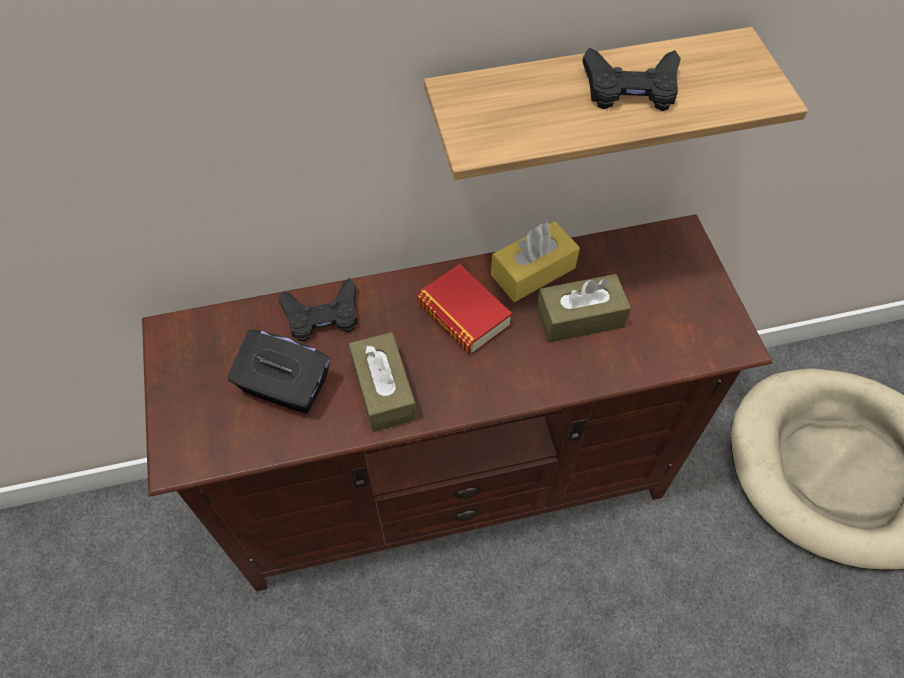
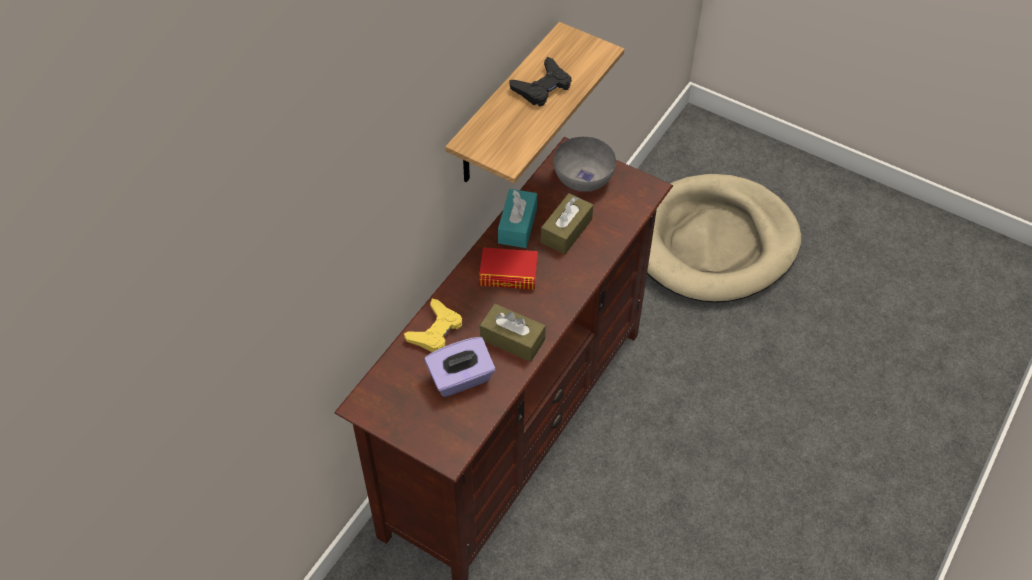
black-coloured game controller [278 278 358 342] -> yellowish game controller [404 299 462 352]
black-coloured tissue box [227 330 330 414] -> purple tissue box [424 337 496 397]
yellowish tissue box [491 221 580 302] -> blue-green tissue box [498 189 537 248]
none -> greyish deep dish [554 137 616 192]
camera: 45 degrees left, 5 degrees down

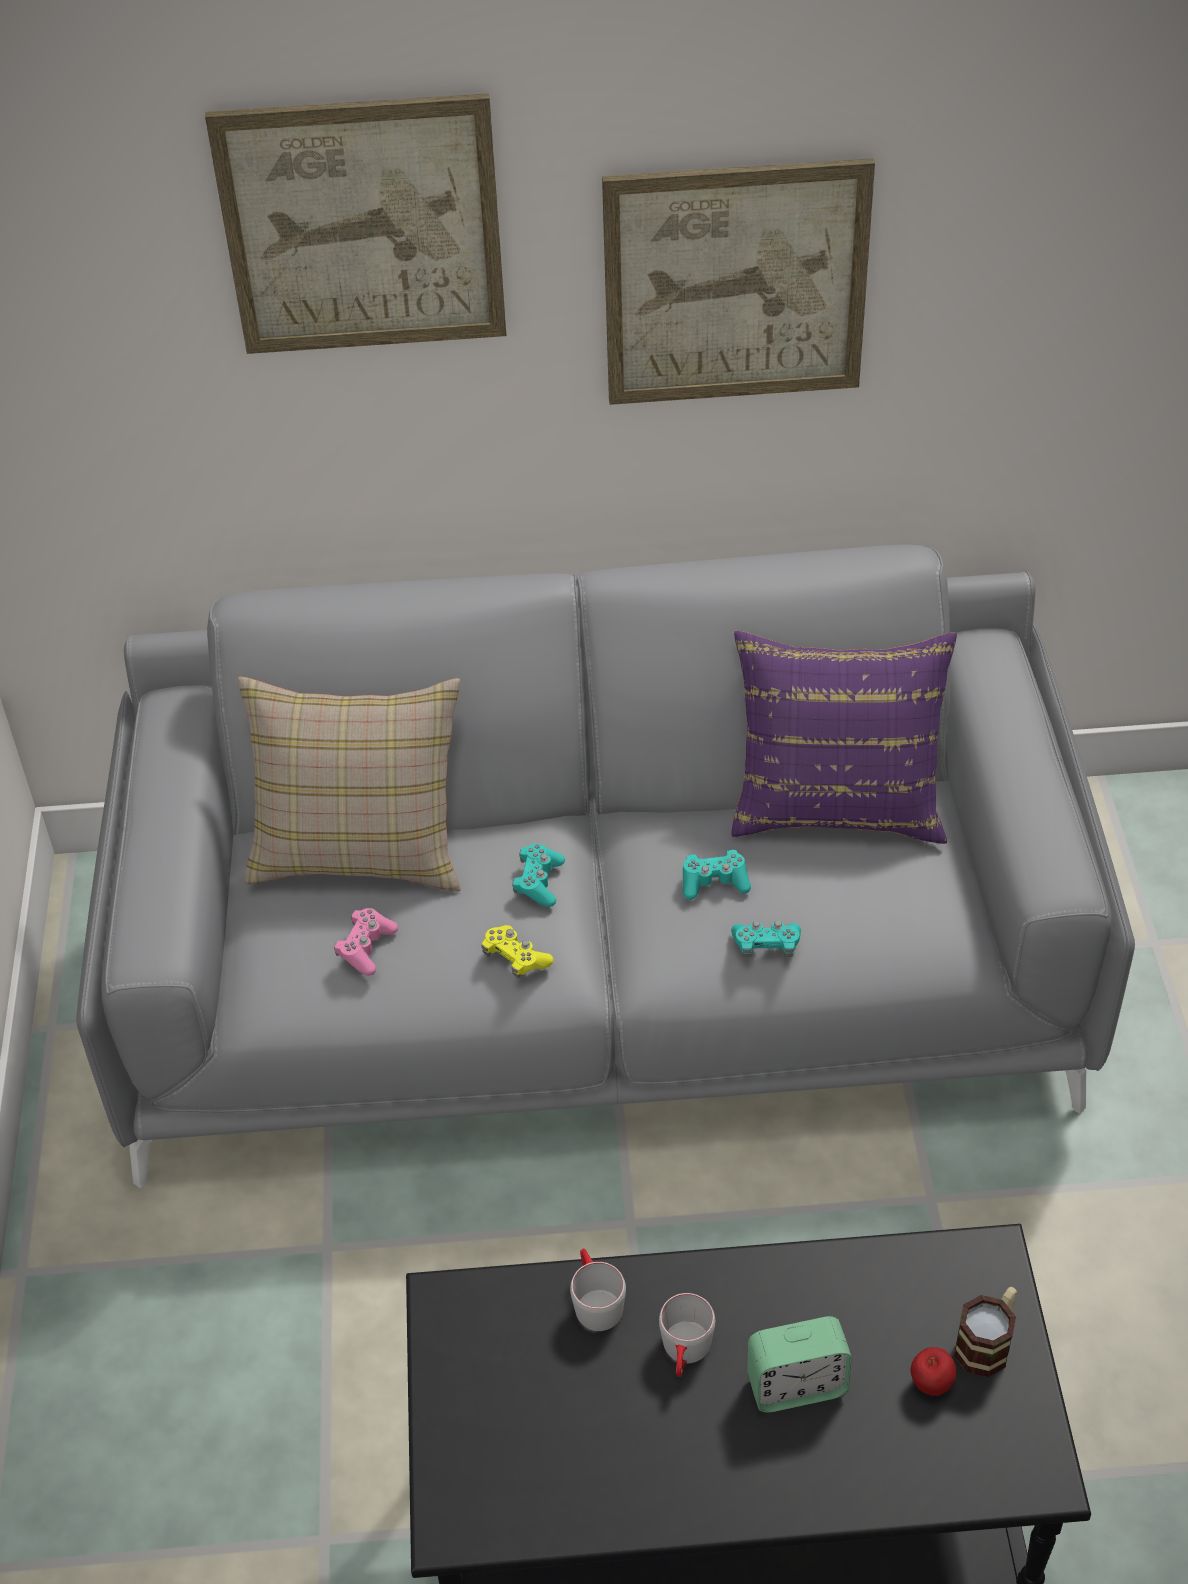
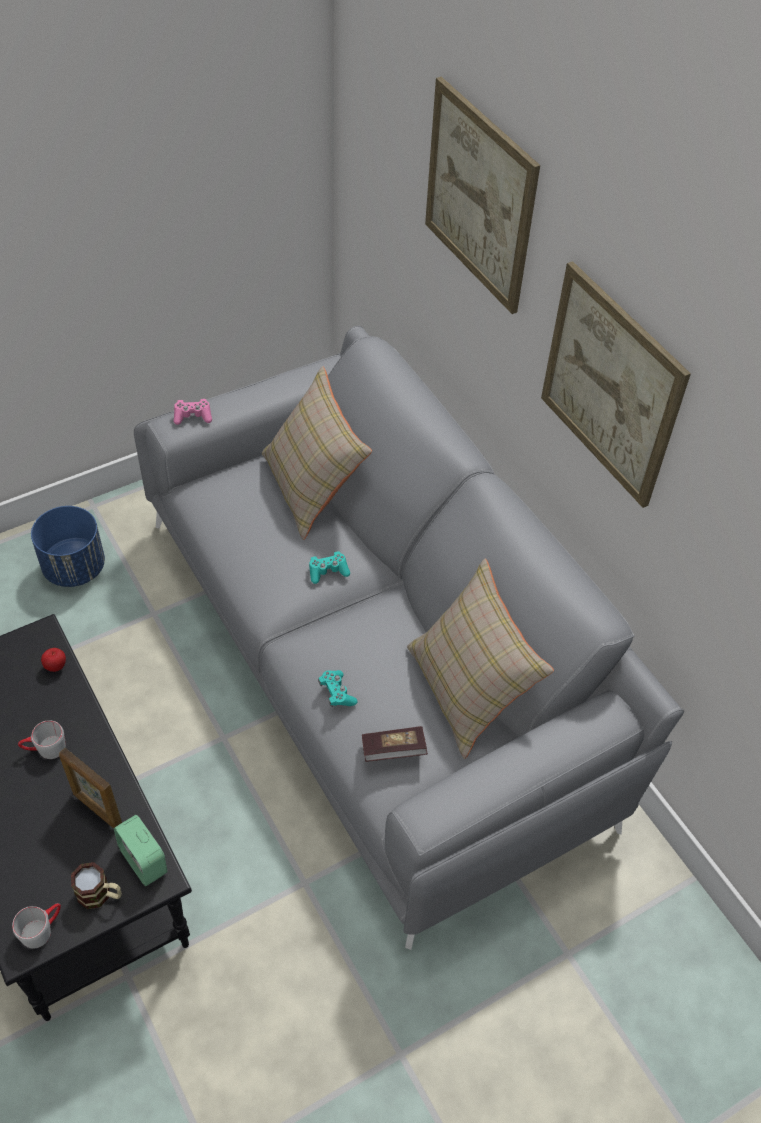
greyish mug [570 1248 626 1331] -> greyish mug [12 903 61 948], moved
none -> blue planter [31 506 105 587]
apple [911 1347 956 1396] -> apple [41 648 66 672], moved
none -> standing frame [59 748 122 828]
table clock [747 1316 852 1413] -> table clock [114 815 167 886], moved
pinkish game controller [334 908 398 975] -> pinkish game controller [174 399 212 425], moved
none -> bound book [362 726 428 762]
purple pillow [732 631 957 844] -> beige-coloured pillow [407 559 554 759]
yellowish game controller [482 925 554 978] -> none
blue-green game controller [683 850 751 900] -> none
camera: 60 degrees right, 5 degrees up

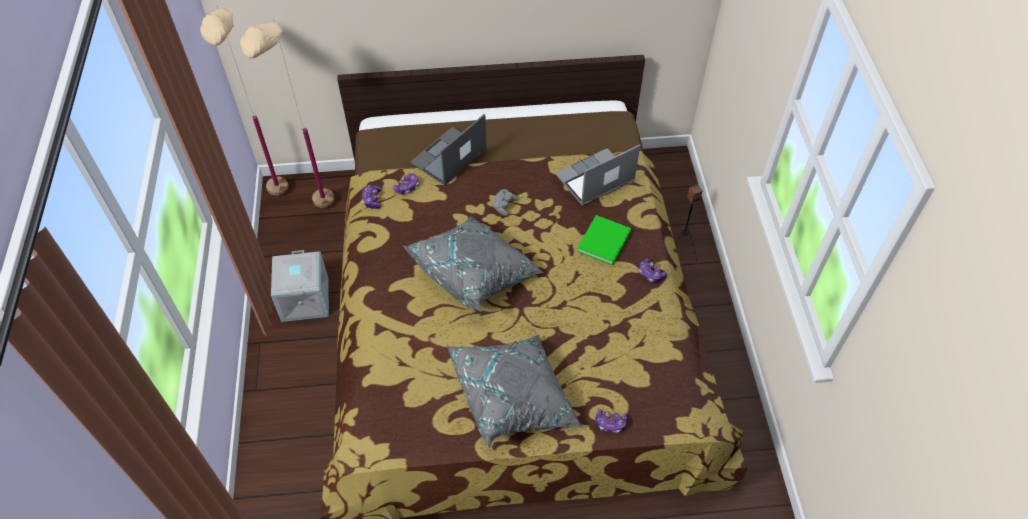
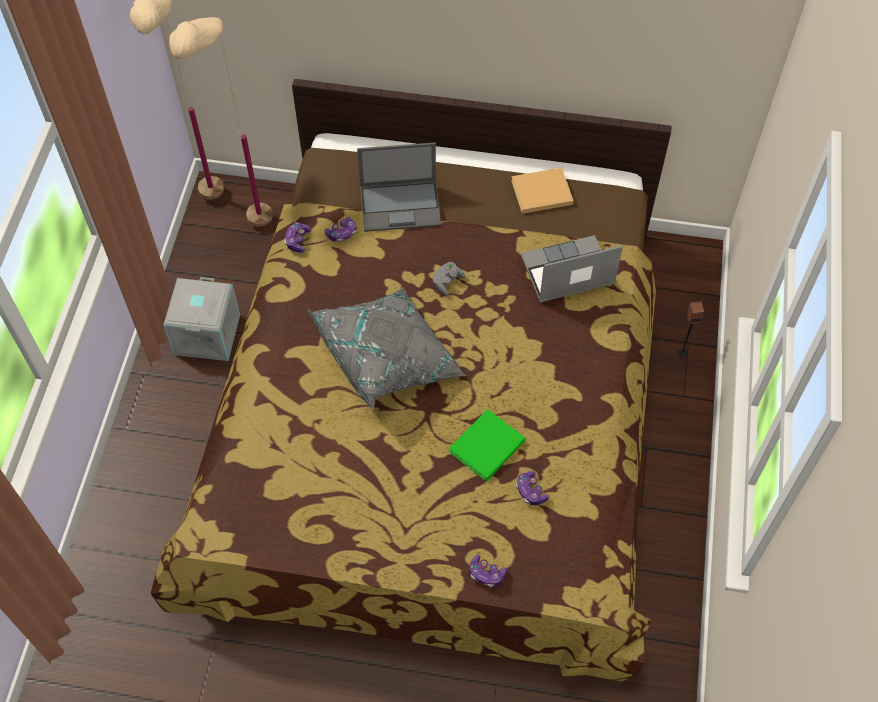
portable computer [410 114 487 185] -> portable computer [357 142 441 232], 150 degrees counterclockwise
greenish bound book [577 215 631 265] -> greenish bound book [449 409 525 482], moved
none -> beige-coloured bound book [511 168 574 214]
game controller [639 259 667 282] -> game controller [516 471 549 505], moved
greyish pillow [447 334 583 450] -> none
camera: 15 degrees right, 5 degrees up

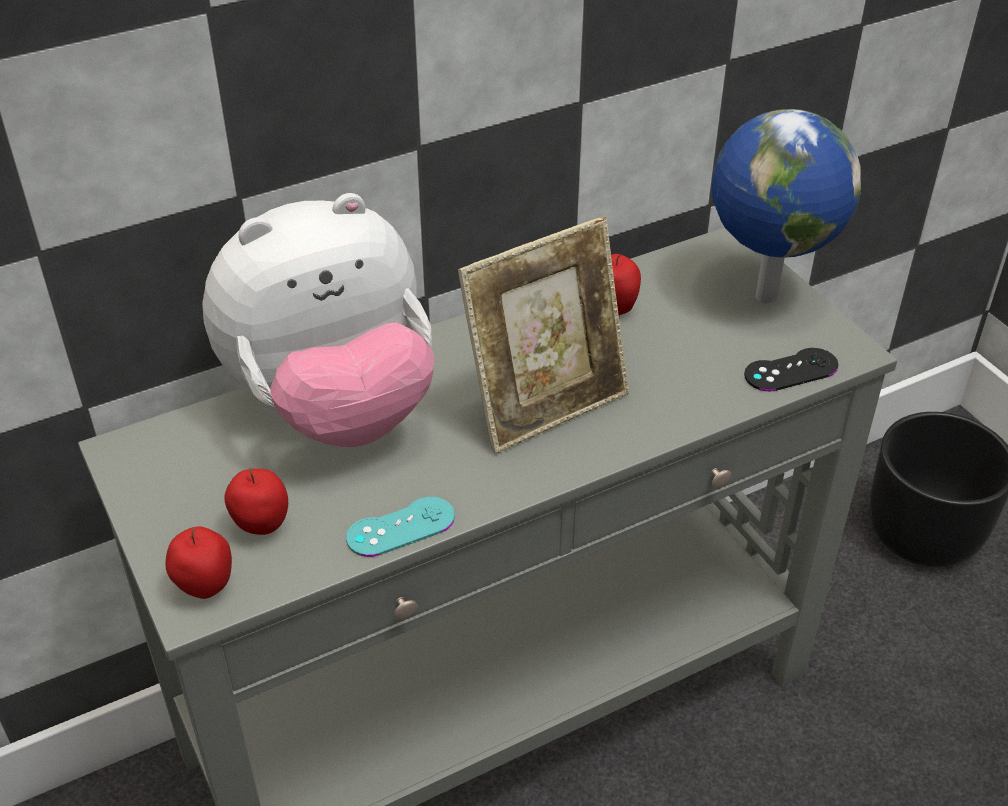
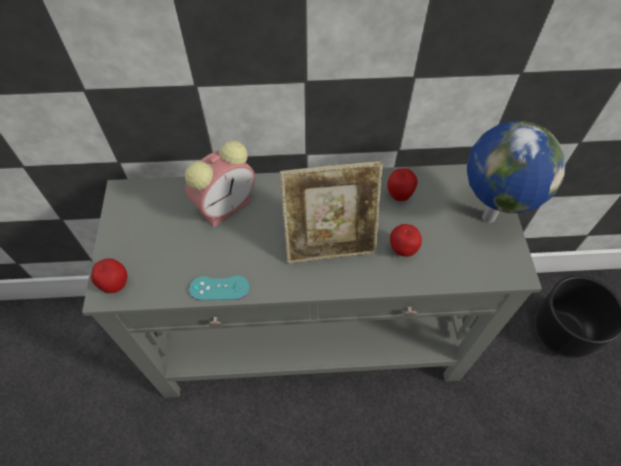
cuddly toy [202 193 435 447] -> table clock [185 141 255 228]
apple [224 468 288 535] -> apple [390 224 422 257], moved
black-coloured game controller [744 348 838 392] -> none
camera: 25 degrees right, 15 degrees up

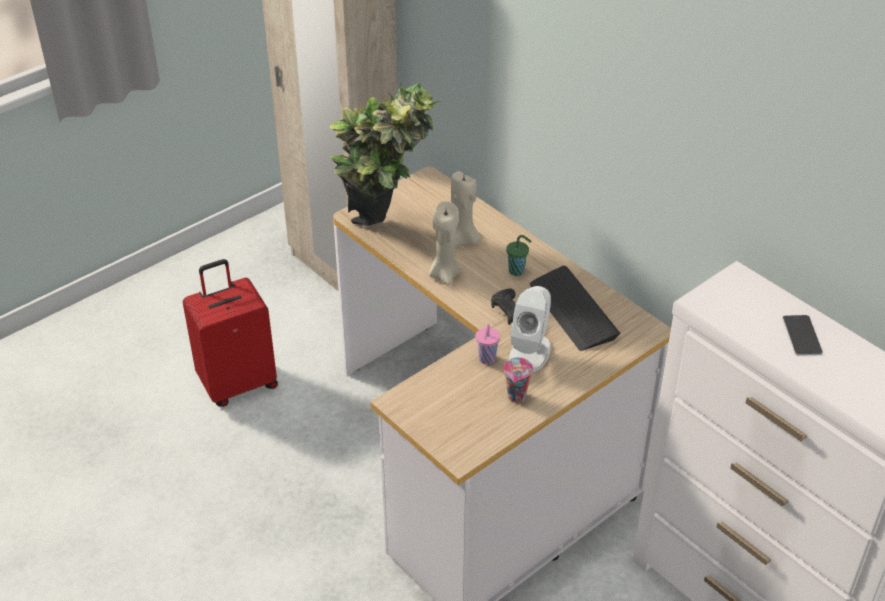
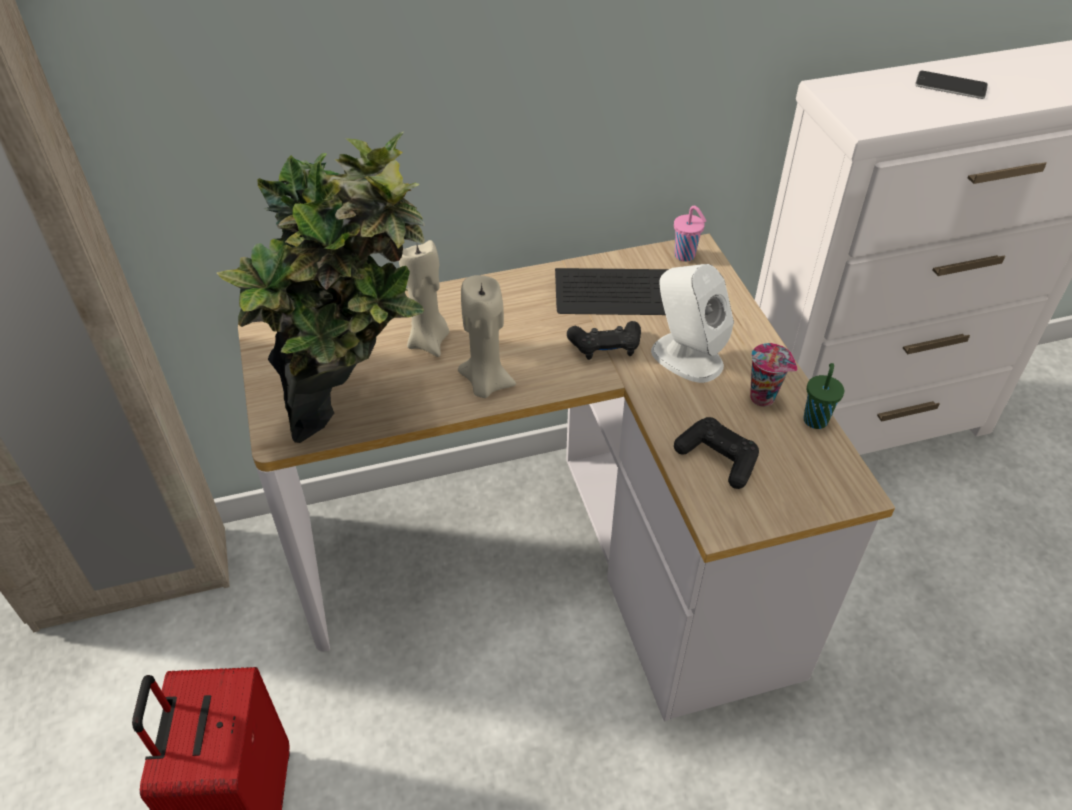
pinkish small cup [476 324 500 364] -> pinkish small cup [674 206 706 262], moved
none -> black-coloured game controller [674 417 759 489]
greenish small cup [506 235 532 276] -> greenish small cup [803 363 844 429], moved
camera: 65 degrees left, 5 degrees up

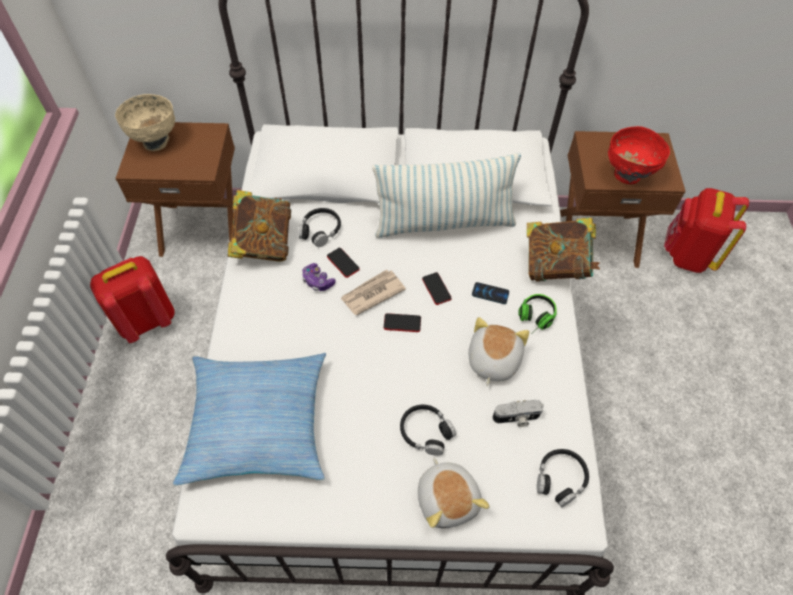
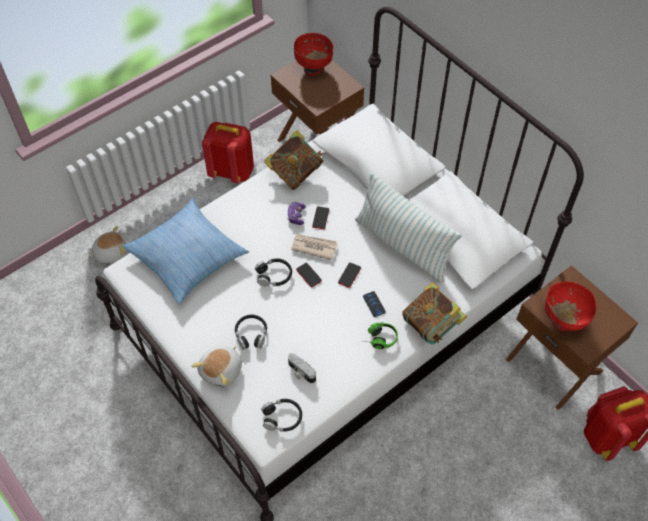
cuddly toy [468 317 529 386] -> cuddly toy [89 226 126 263], moved
black-coloured headset [299 208 341 247] -> black-coloured headset [255 258 292 287], moved
beige-coloured deep dish [115 94 175 151] -> red deep dish [294 33 334 76]
camera: 50 degrees right, 0 degrees up

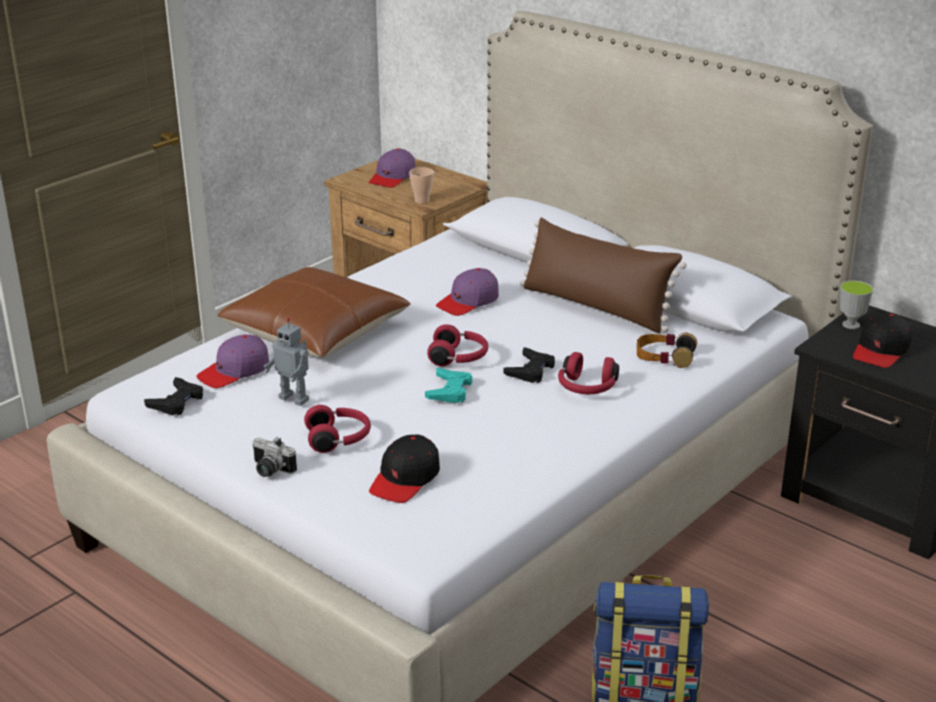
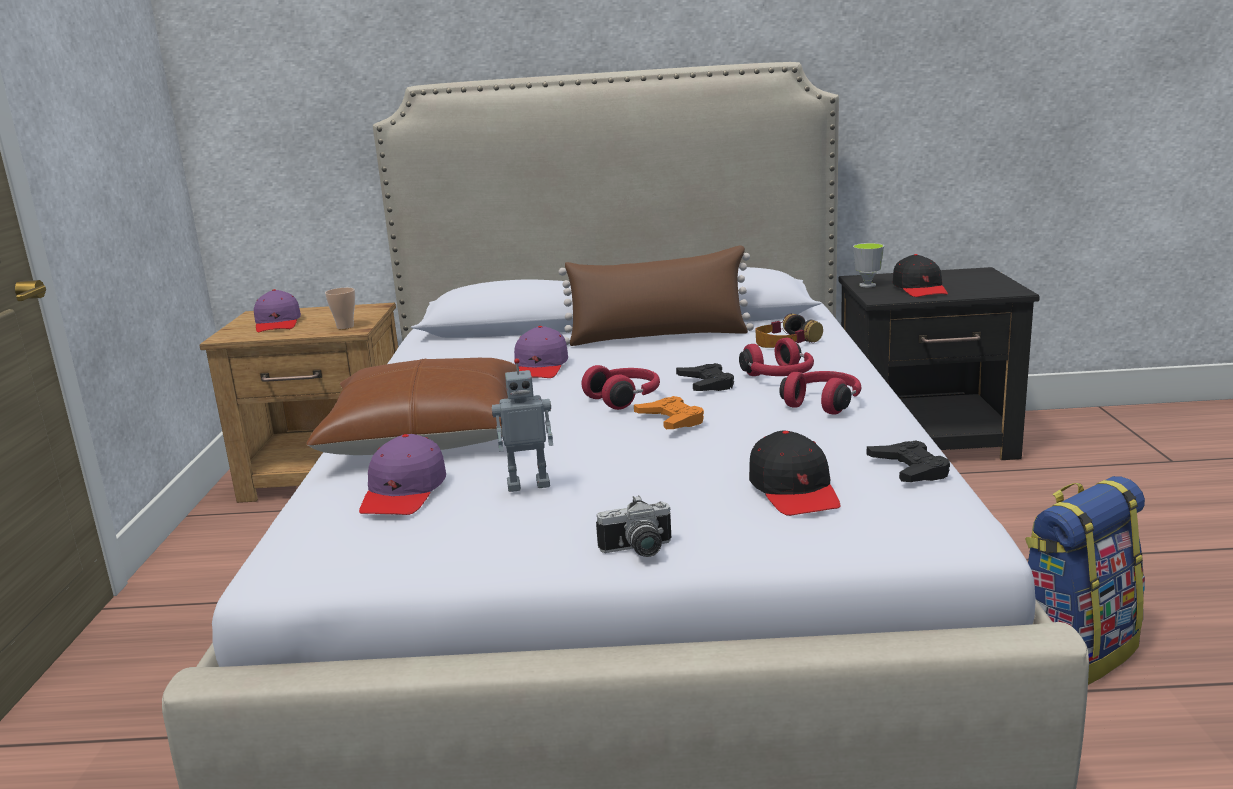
blue-green game controller [425 368 472 403] -> orange-coloured game controller [634 396 704 429]
red headset [304 405 371 453] -> red headset [779 371 861 415], moved
black-coloured game controller [144 377 203 415] -> black-coloured game controller [867 440 950 482], moved
camera: 40 degrees left, 10 degrees down

